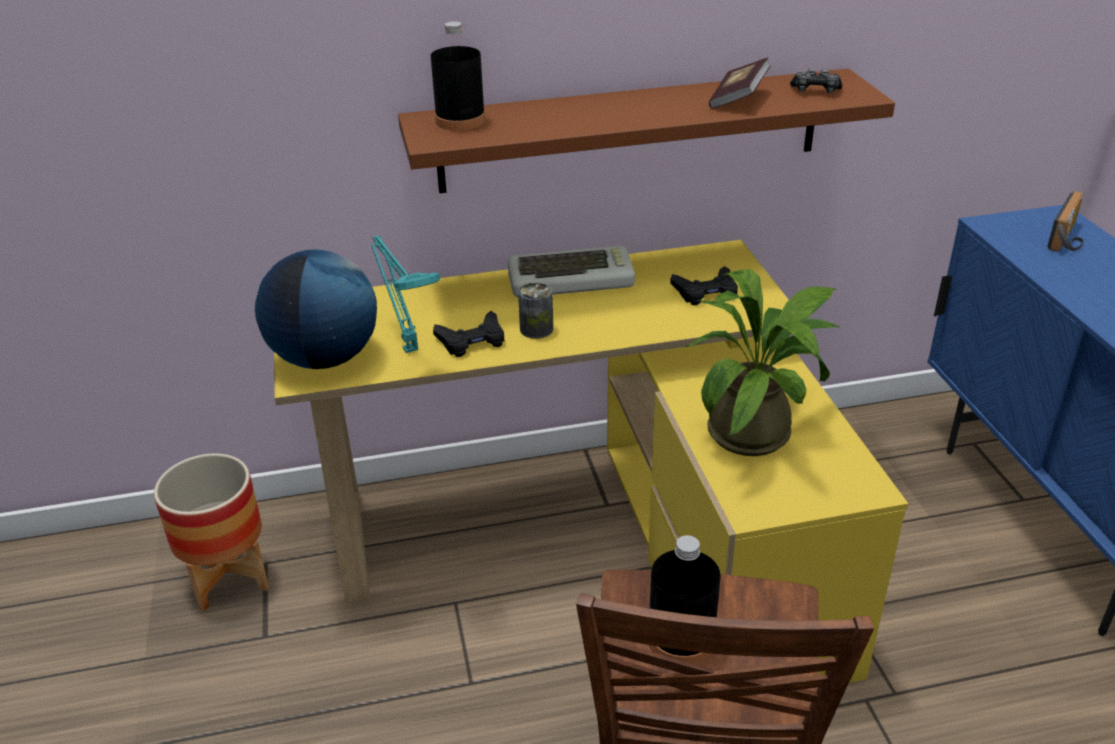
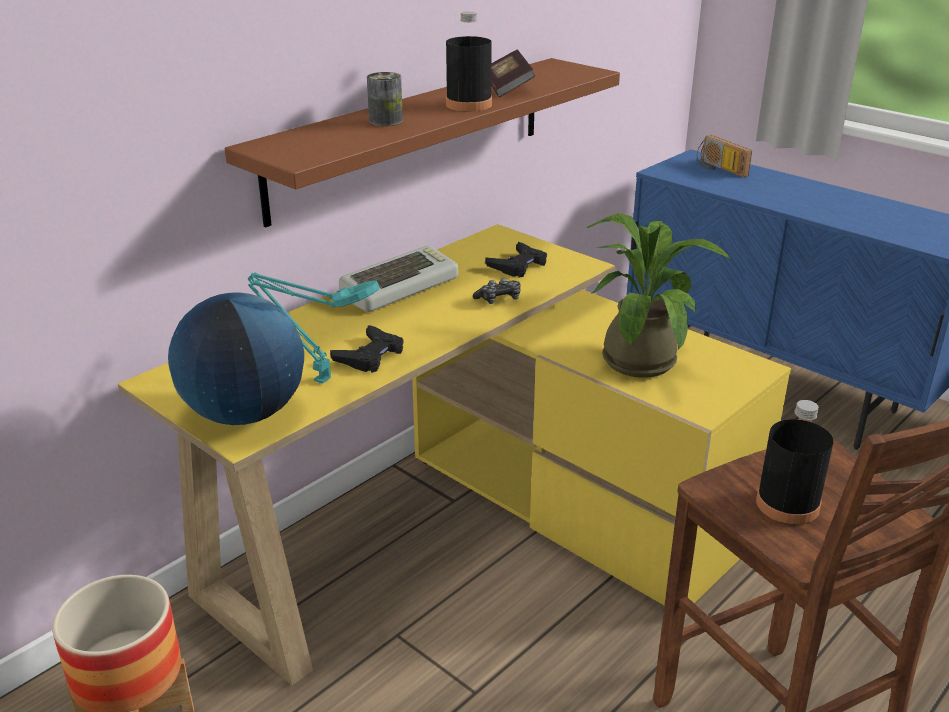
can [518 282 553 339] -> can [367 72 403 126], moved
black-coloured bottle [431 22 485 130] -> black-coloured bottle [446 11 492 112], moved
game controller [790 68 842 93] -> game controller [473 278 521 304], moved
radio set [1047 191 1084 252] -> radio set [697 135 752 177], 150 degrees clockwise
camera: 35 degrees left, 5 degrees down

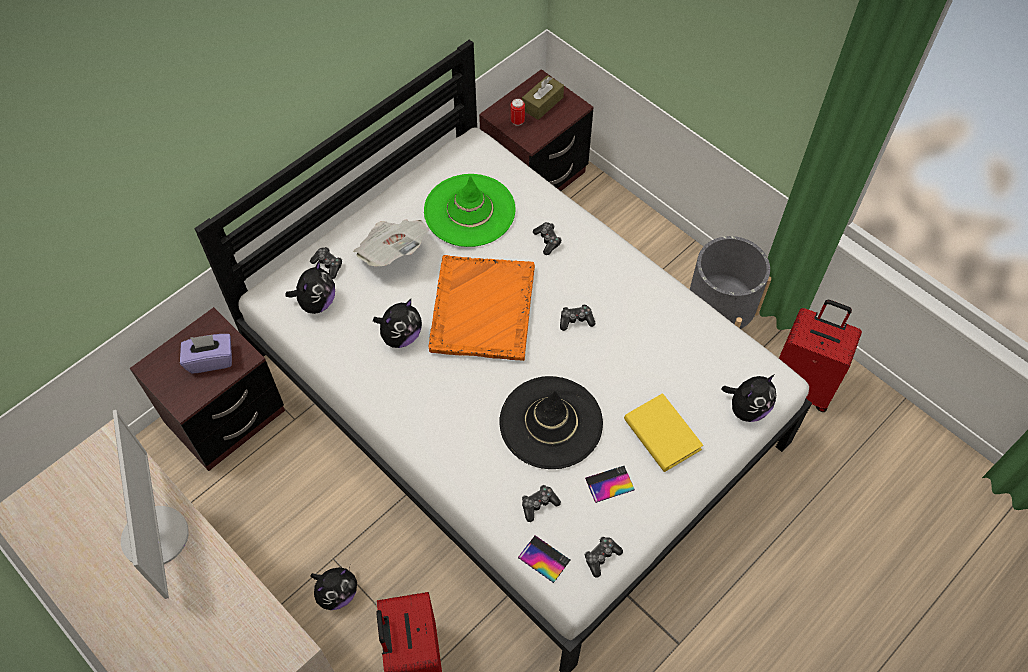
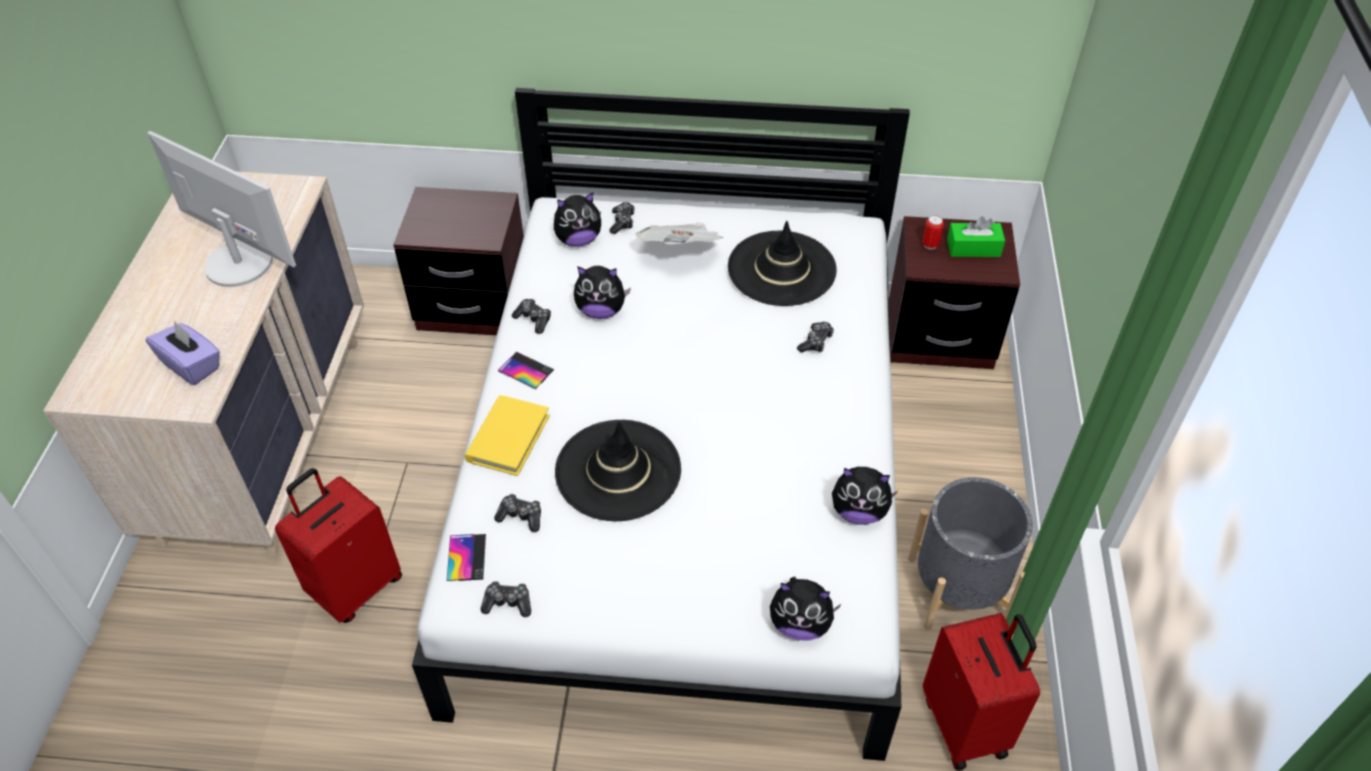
purple tissue box [180 334 232 374] -> purple tissue box [146 320 220 385], moved
monitor [113 410 189 599] -> monitor [148 131 296 287], 90 degrees counterclockwise
yellowish bound book [624 393 703 472] -> yellowish bound book [465 395 550 476], moved
telephone [585 466 635 503] -> telephone [498 352 554 389], moved
game controller [560 304 595 331] -> game controller [512 299 551 334], moved
greenish hat [424 174 515 247] -> black-coloured hat [728 221 837 306]
cuddly toy [310 567 357 610] -> cuddly toy [832 467 897 525], moved
brown-coloured tissue box [522 75 564 120] -> greenish tissue box [947 216 1005 257]
orange-coloured serving tray [429 255 535 361] -> none
camera: 50 degrees right, 10 degrees down

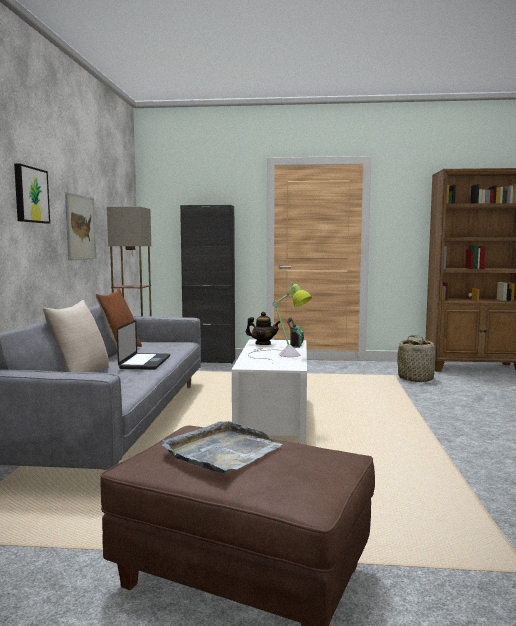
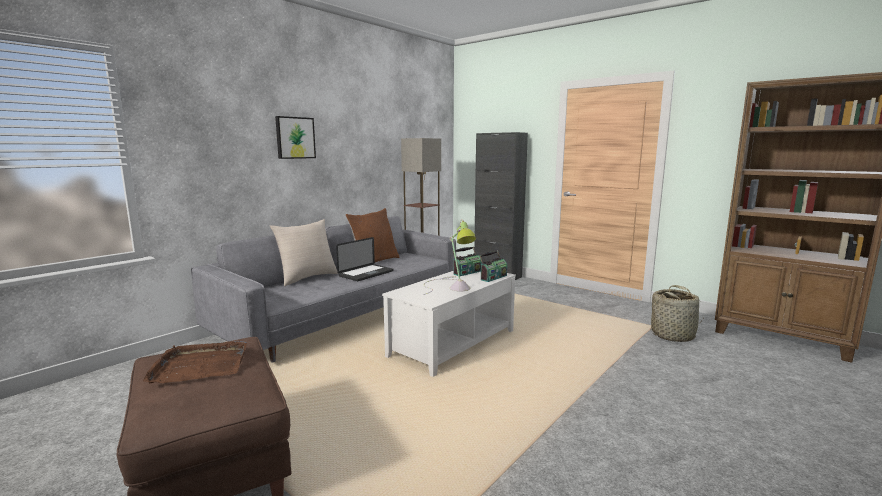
greyish serving tray [162 421 283 473] -> brown-coloured serving tray [143 341 247 384]
teapot [246 312 280 345] -> radio set [453 247 482 276]
wall art [65 192 96 261] -> none
camera: 35 degrees right, 5 degrees up

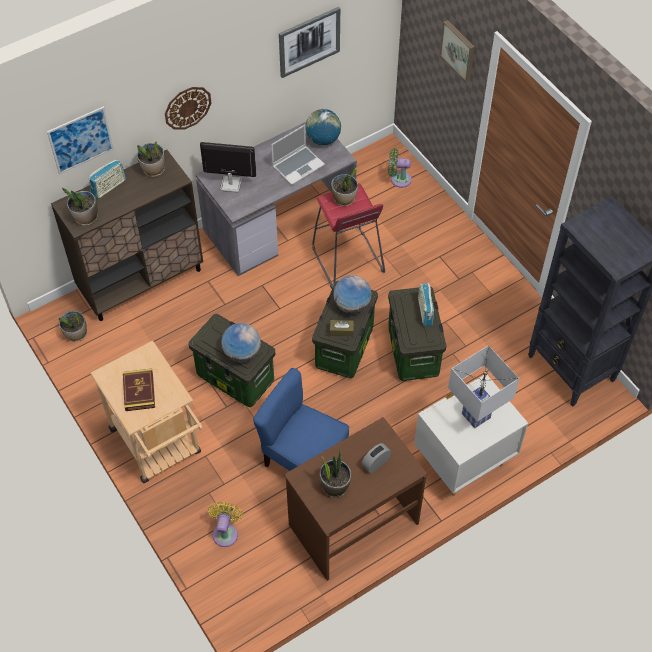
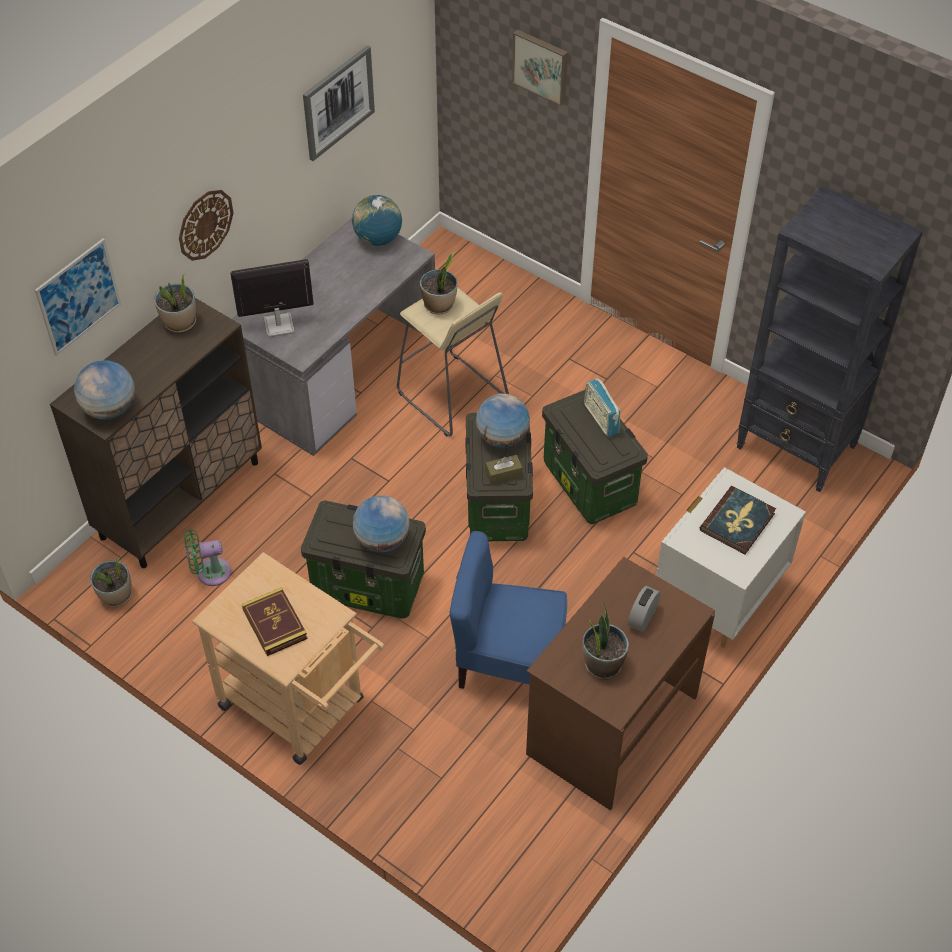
plant in a pot [62 188 98 226] -> globe [74 360 135 420]
greenish electric fan [388 148 412 188] -> greenish electric fan [184 529 231 586], moved
red sitting stool [312 184 385 289] -> beige-coloured sitting stool [397 287 509 436]
whitish lamp for a table [448 345 520 428] -> bound book [700 486 776 554]
radio set [89 159 126 199] -> none
yellowish electric fan [208 502 243 547] -> none
portable computer [271 125 325 185] -> none
camera: 20 degrees left, 5 degrees down

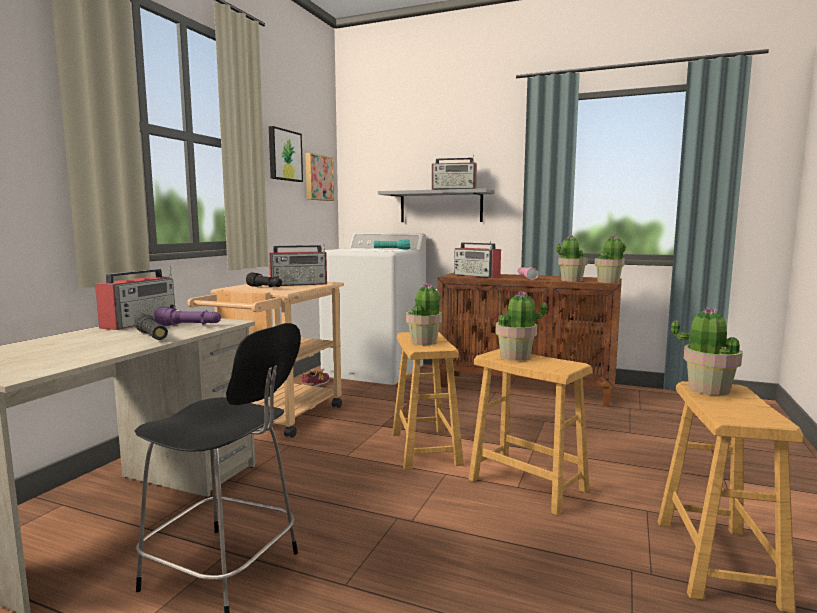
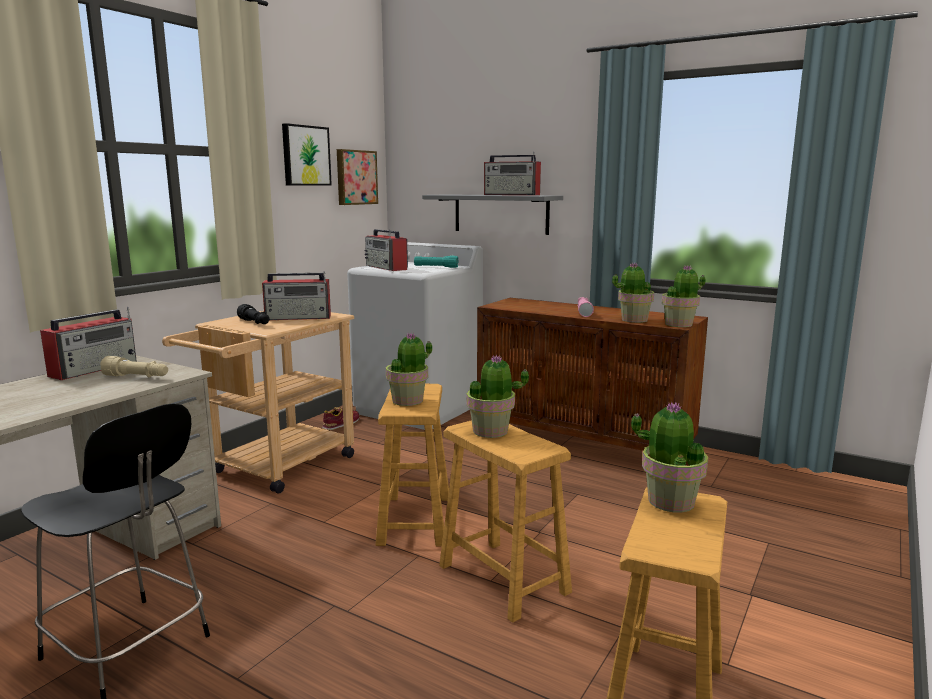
purple flashlight [154 308 221 326] -> beige-coloured flashlight [100 356 168 377]
radio set [454 242 501 278] -> radio set [365 229 408 271], moved
black-coloured flashlight [134 314 168 340] -> none
camera: 10 degrees right, 5 degrees up

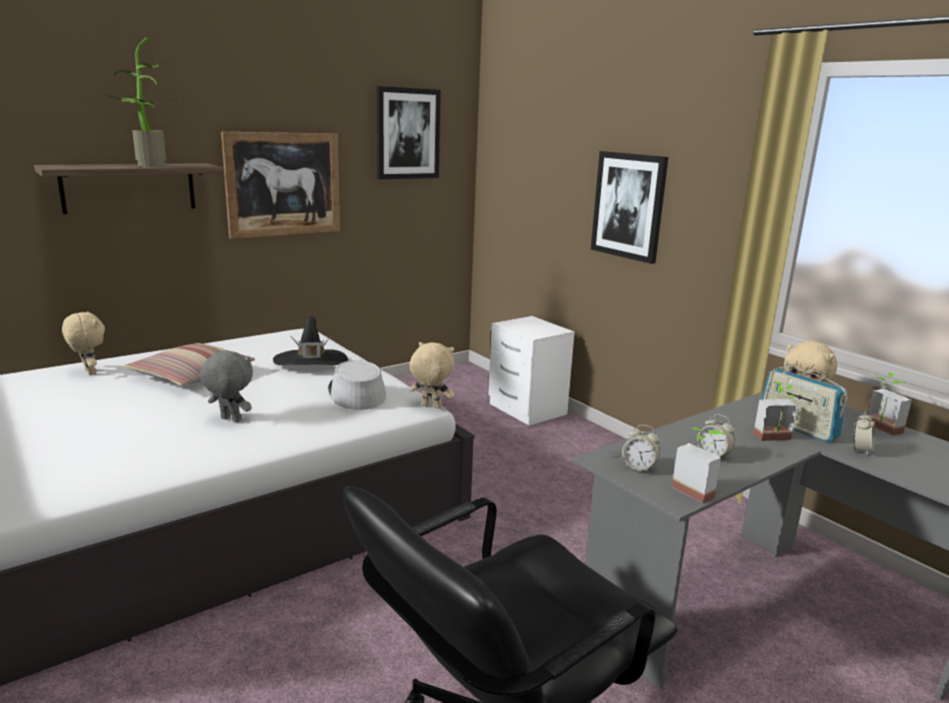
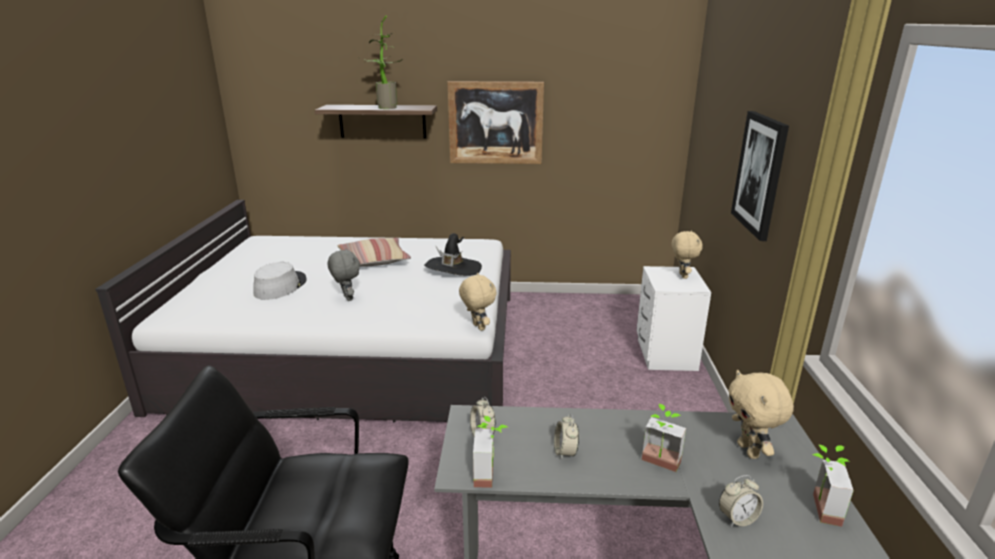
greyish hat [328 360 386 410] -> greyish hat [253 262 306 300], moved
beige-coloured cuddly toy [62 311 105 375] -> beige-coloured cuddly toy [672 230 703 279], moved
wall art [376 86 441 179] -> none
radio set [761 360 847 442] -> none
camera: 40 degrees right, 5 degrees up

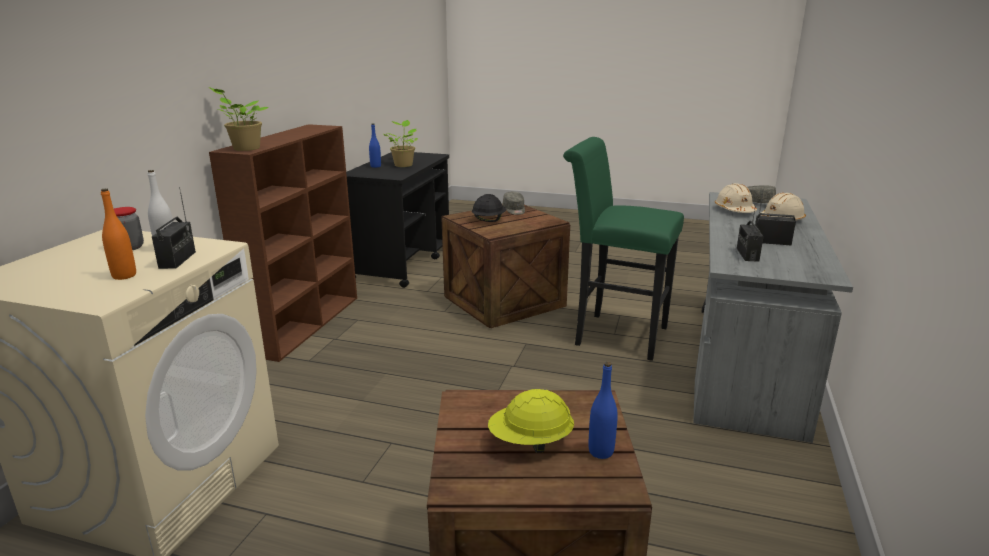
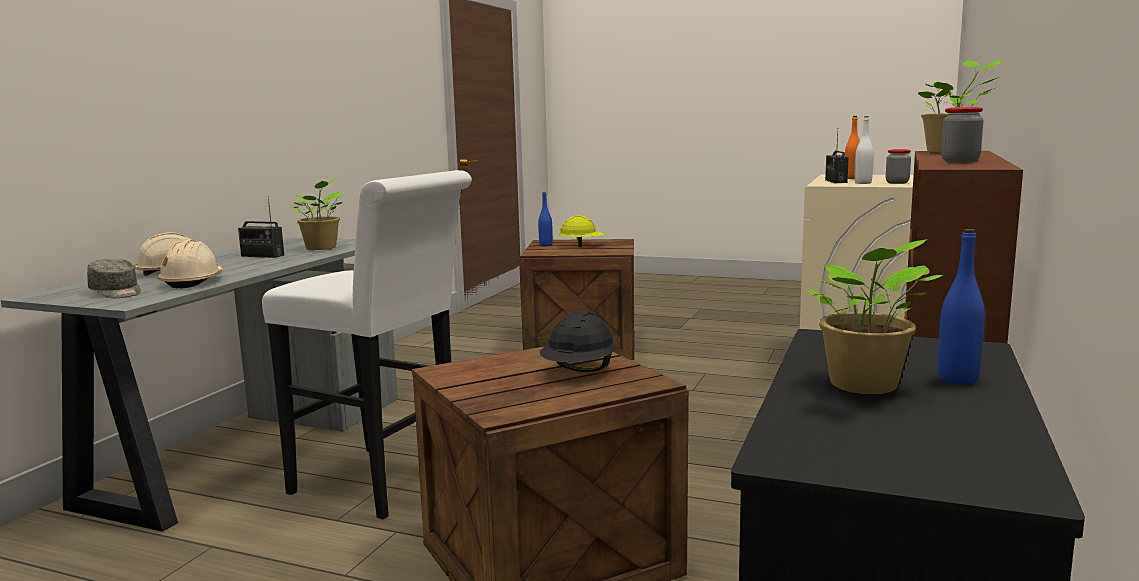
greenish sitting stool [563 137 684 361] -> whitish sitting stool [262 170 472 519]
radio set [737 206 764 262] -> plant in a pot [290 178 346 250]
none -> storage jar [941 107 983 162]
greyish peaked cap [503 192 525 215] -> none
camera: 175 degrees left, 10 degrees down

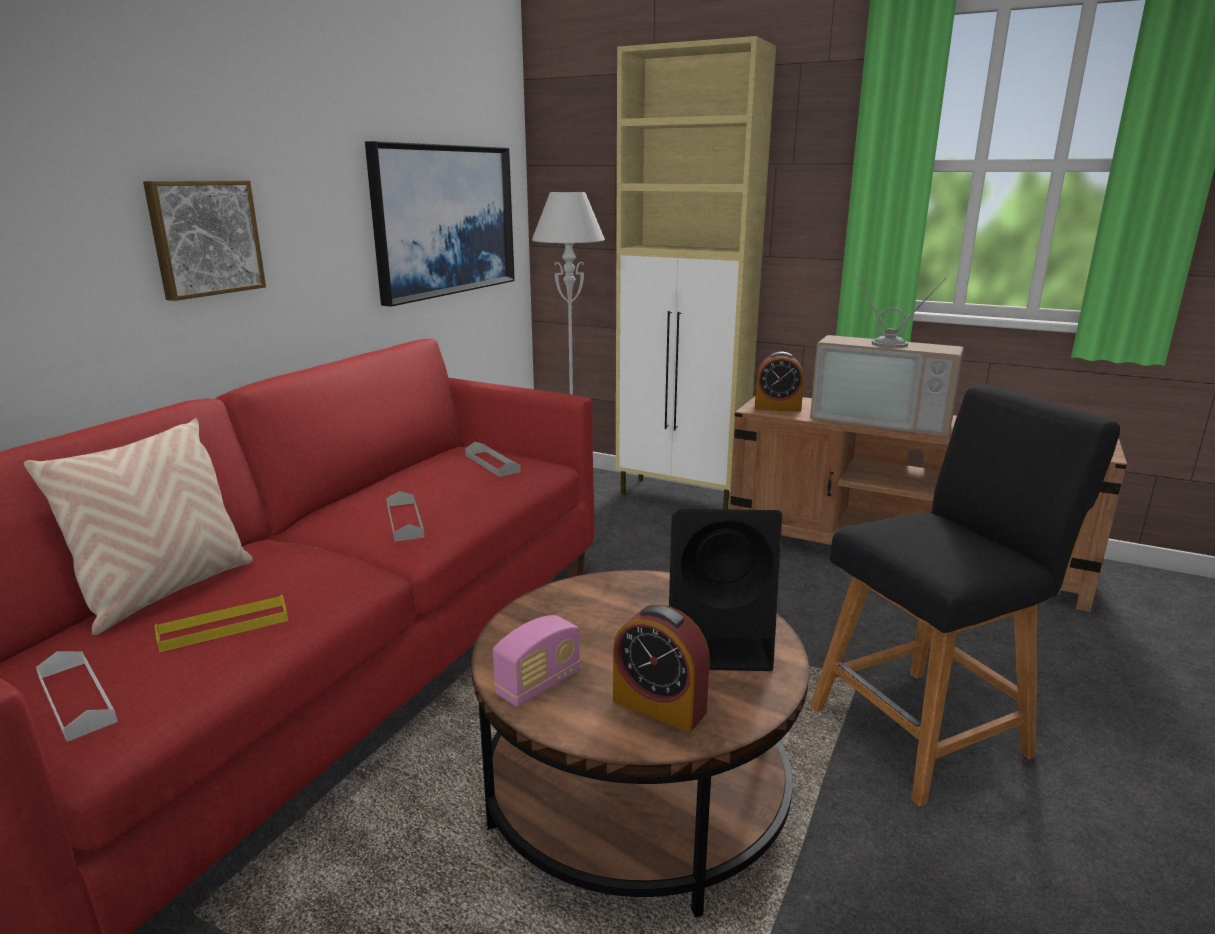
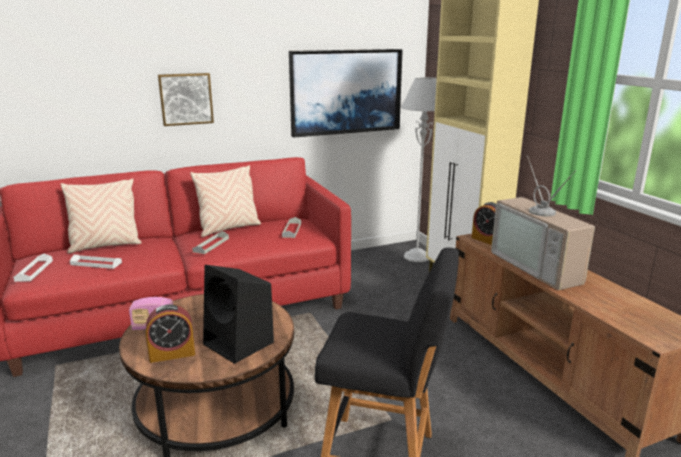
yellowish serving tray [155 595 288 652] -> whitish serving tray [70 255 122 269]
table clock [613 605 710 732] -> table clock [146 304 195 363], 90 degrees counterclockwise
none -> beige-coloured pillow [190 165 261 237]
camera: 40 degrees right, 0 degrees up

